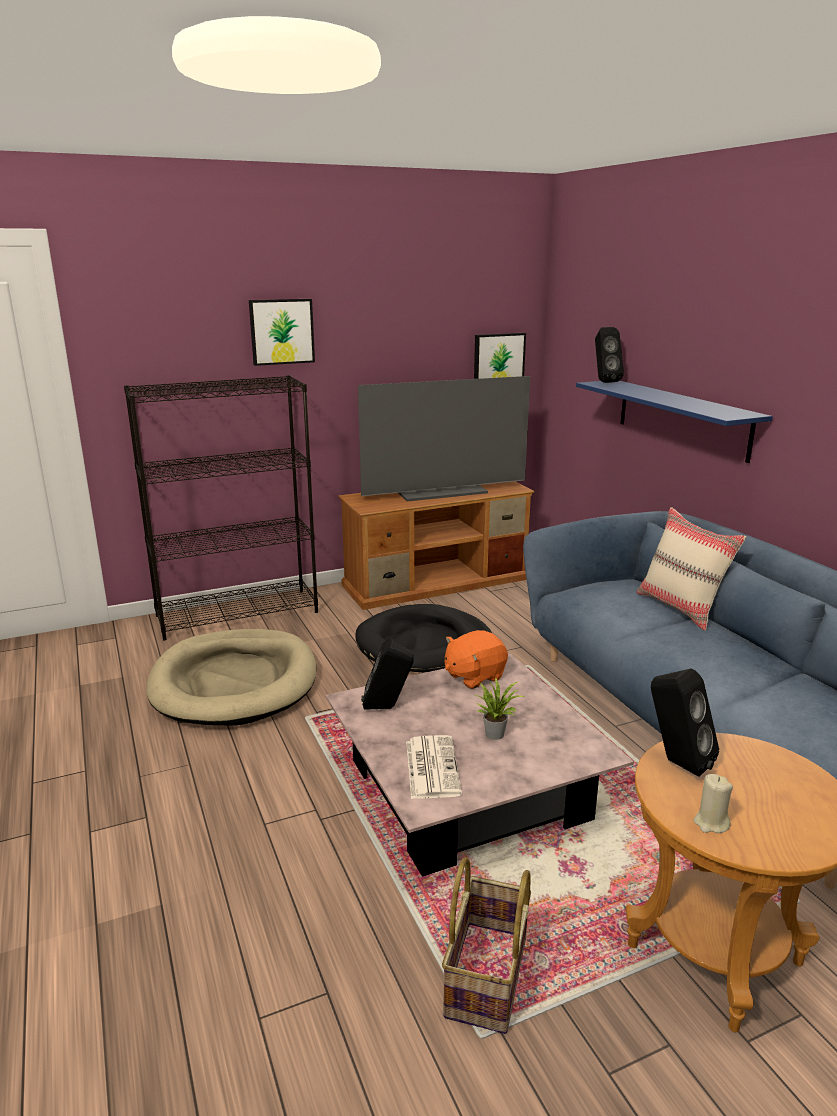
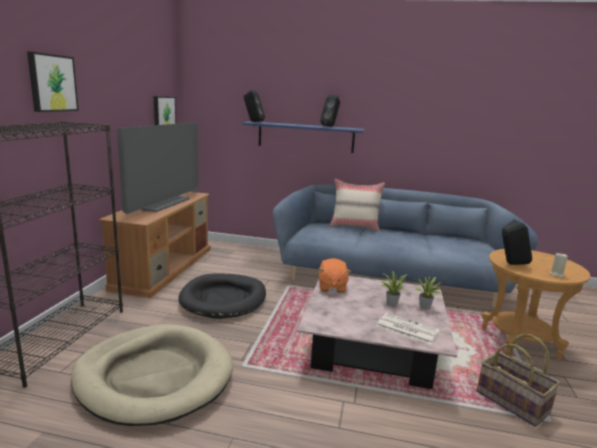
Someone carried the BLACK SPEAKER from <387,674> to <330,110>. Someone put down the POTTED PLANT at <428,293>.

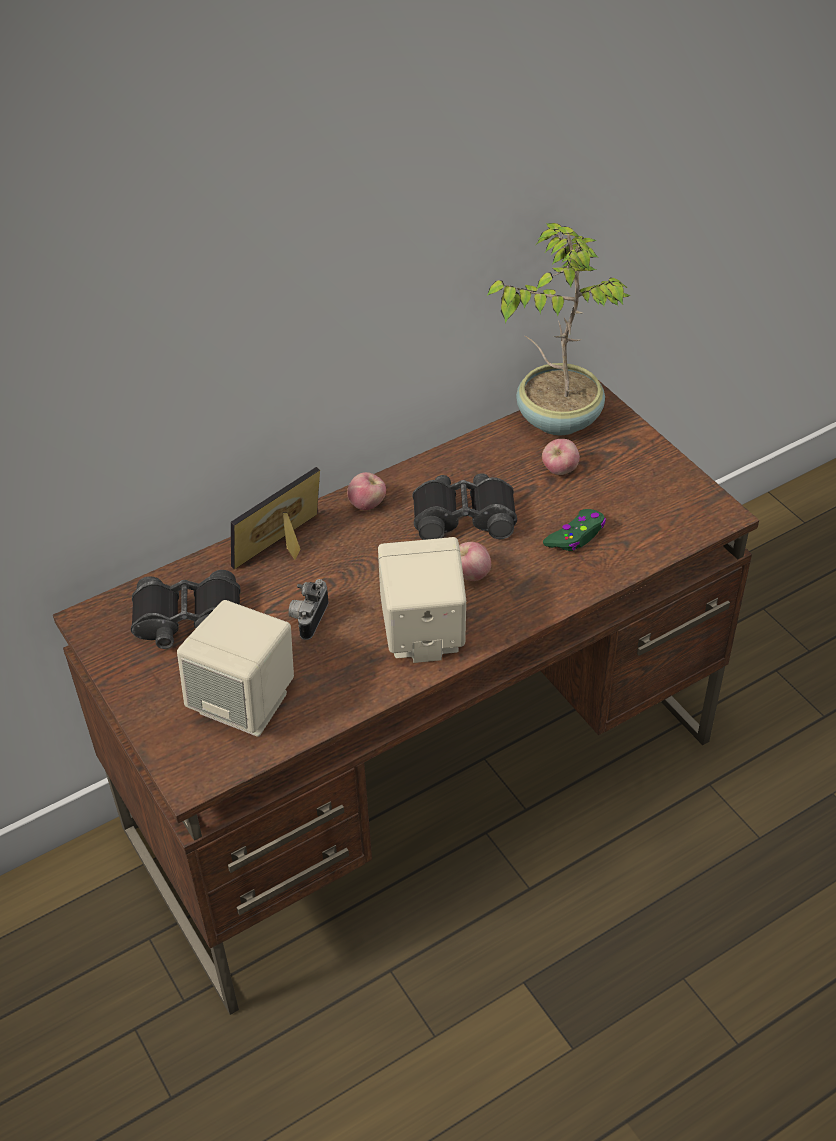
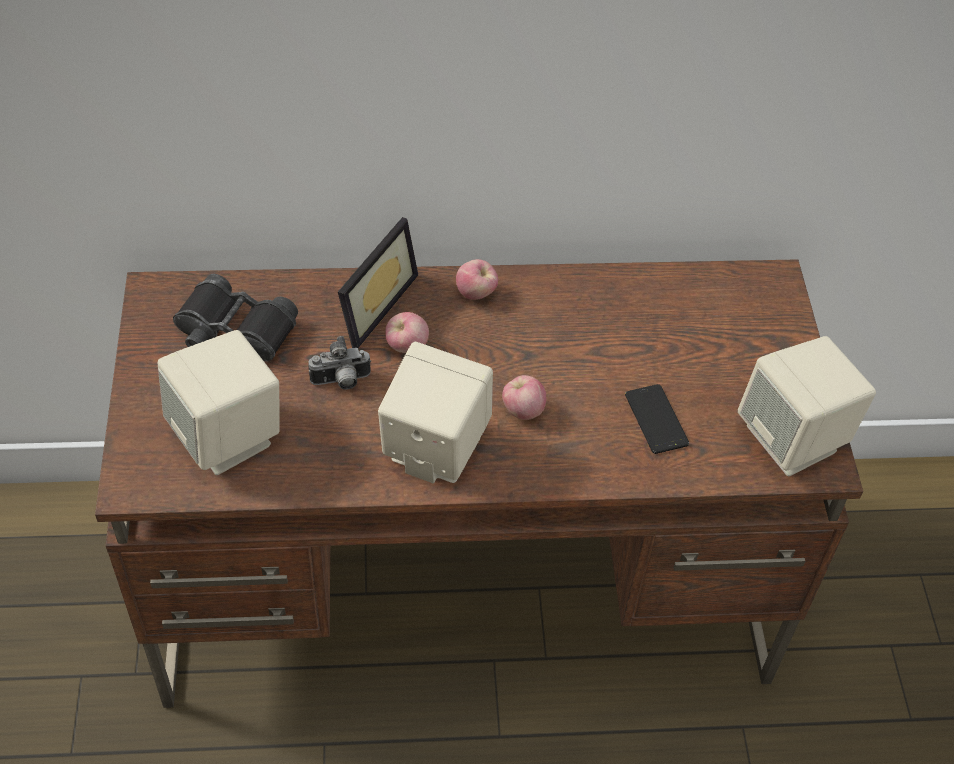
Someone rotated the PICTURE FRAME at <275,518> by 135 degrees clockwise. Someone rotated the PHOTO CAMERA at <308,609> by 150 degrees counterclockwise. Someone took away the BLACK BINOCULARS at <464,506>. Someone took away the POTTED PLANT at <558,329>. Someone carried the APPLE from <561,457> to <407,332>. Someone swapped the GREEN GAME CONTROLLER at <574,530> for the PHONE at <657,419>. Someone put down the BEIGE SPEAKER at <807,406>.

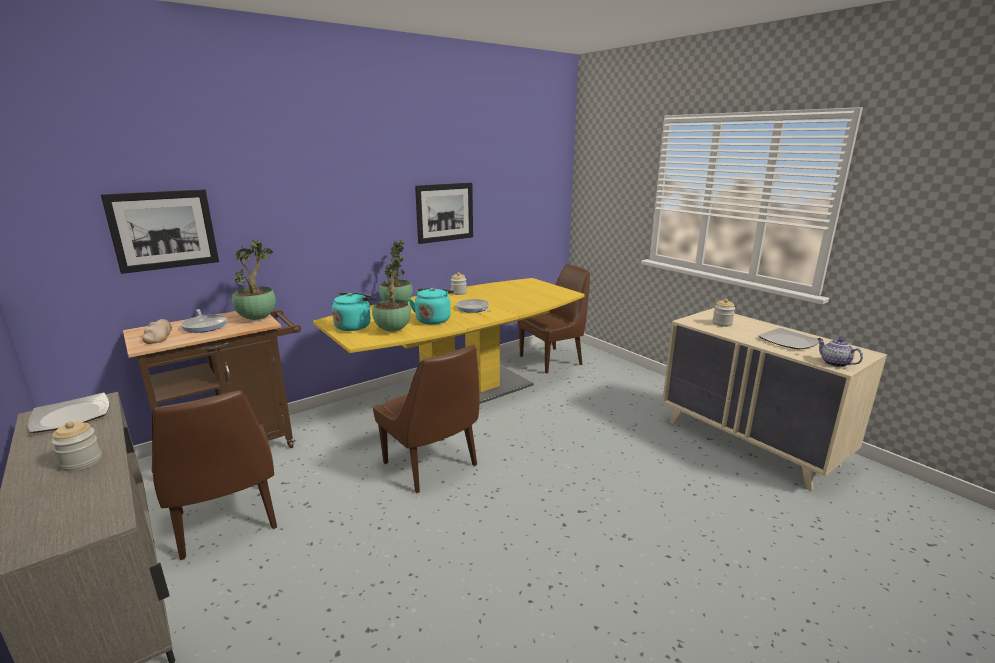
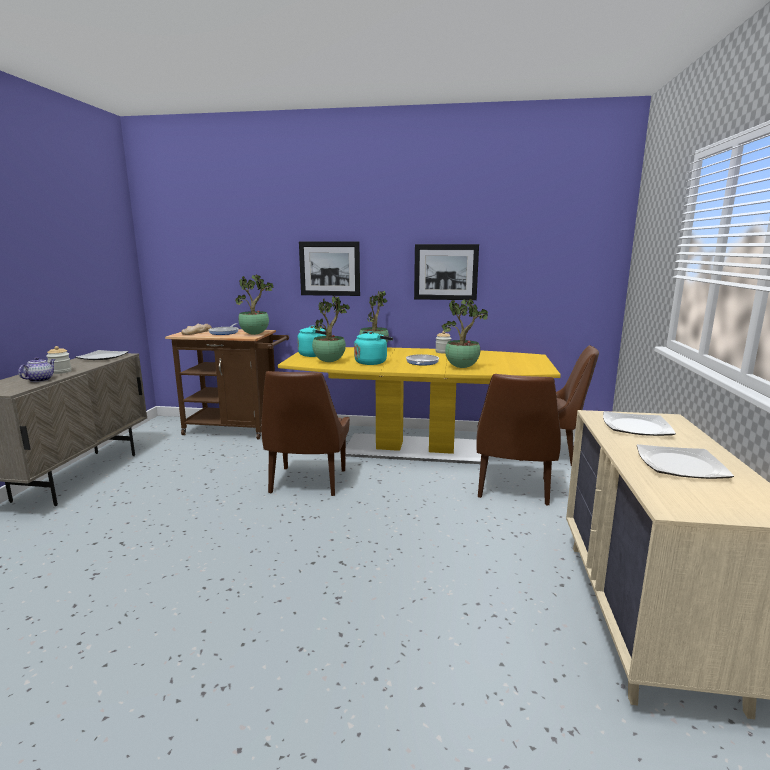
Someone carried the PICTURE from <160,231> to <329,269>. Someone carried the BROWN CHAIR from <214,475> to <519,440>. Someone swapped the JAR at <723,313> for the PLATE at <639,423>. Someone carried the TEAPOT from <840,352> to <36,369>. Someone put down the POTTED PLANT at <464,333>.

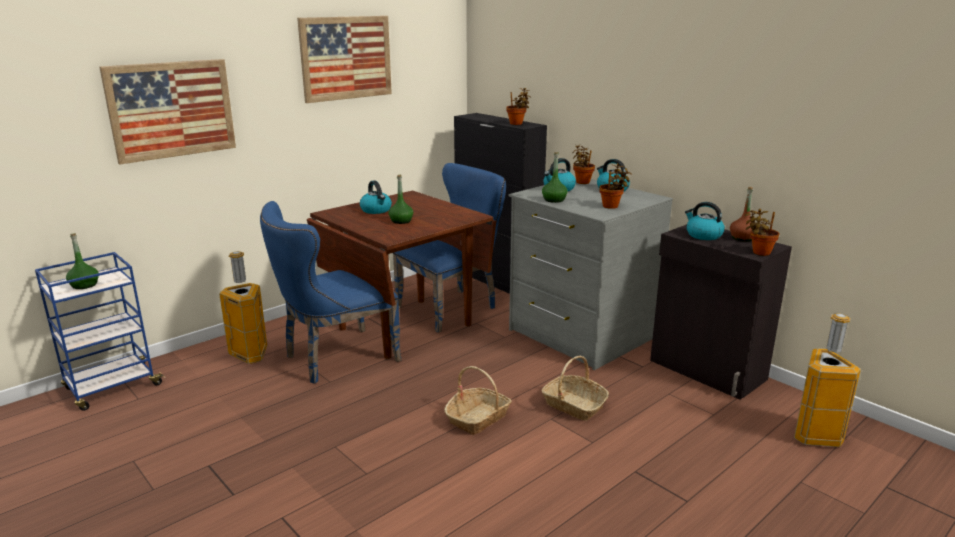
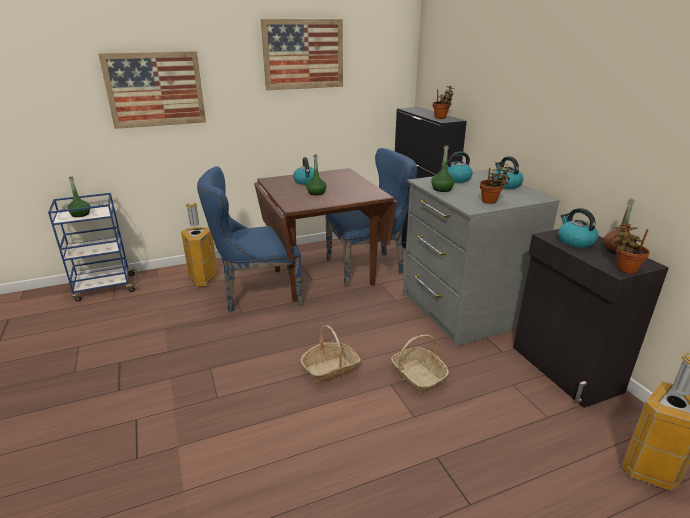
Someone took away the POTTED PLANT at <584,164>.

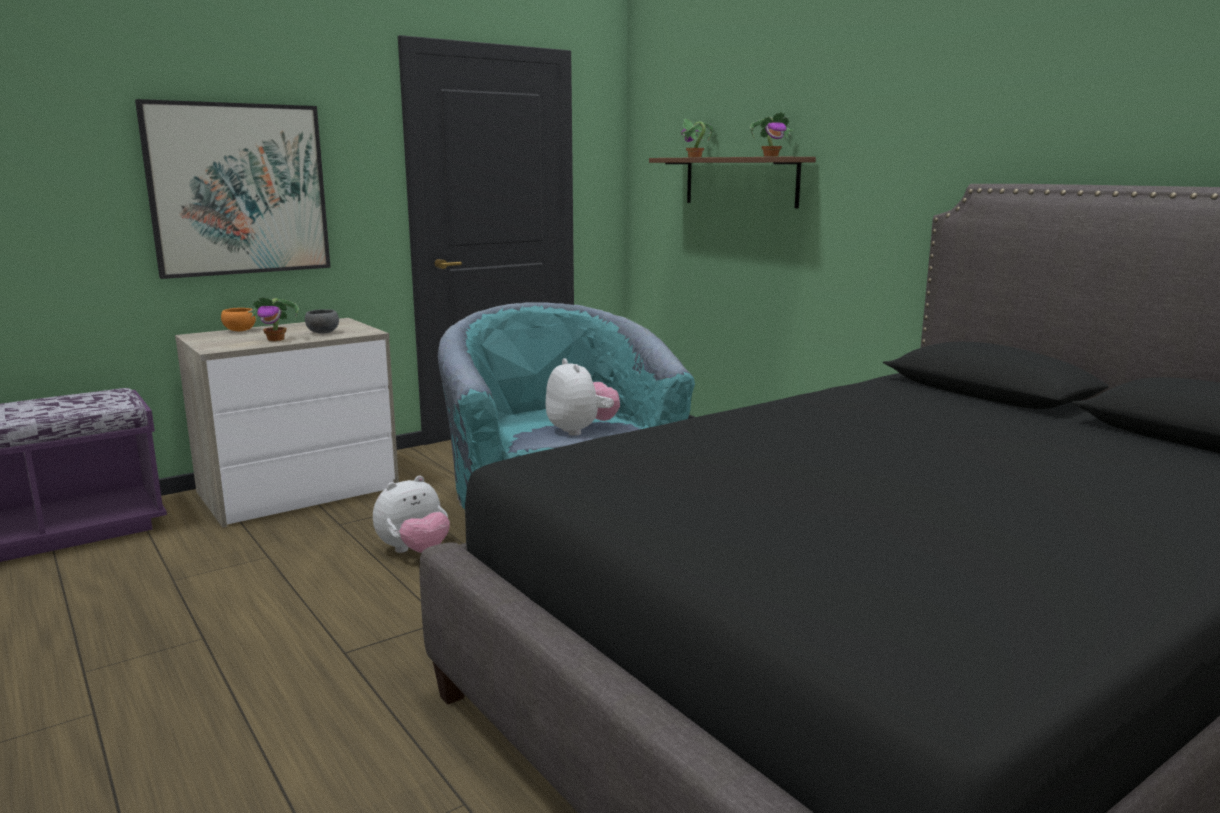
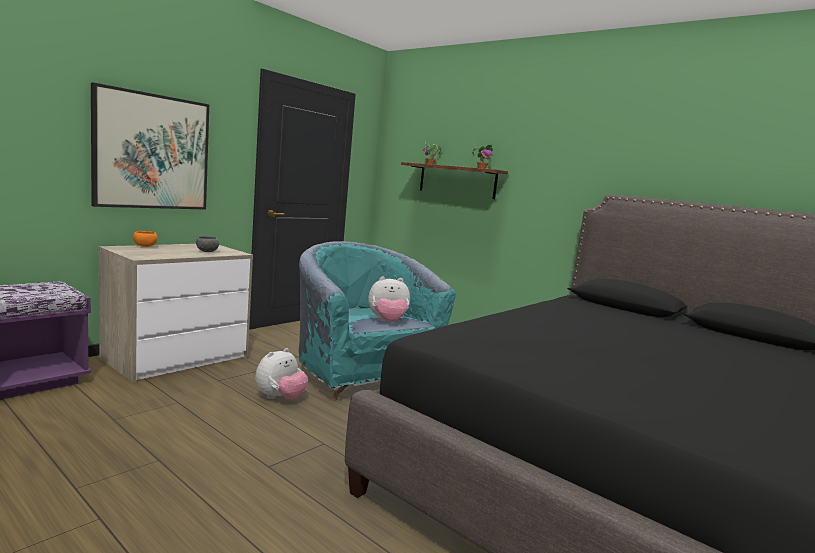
Someone took away the POTTED PLANT at <273,319>. Someone rotated the PLUSH TOY at <583,397> by 120 degrees clockwise.

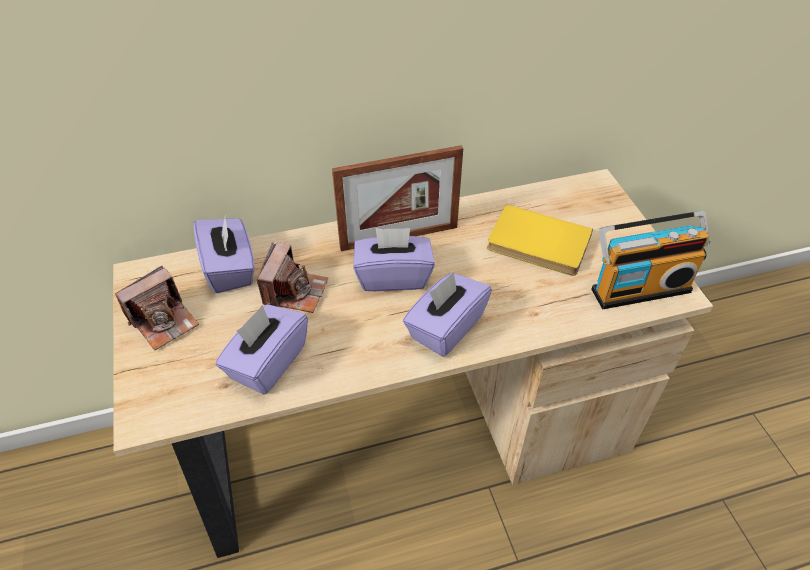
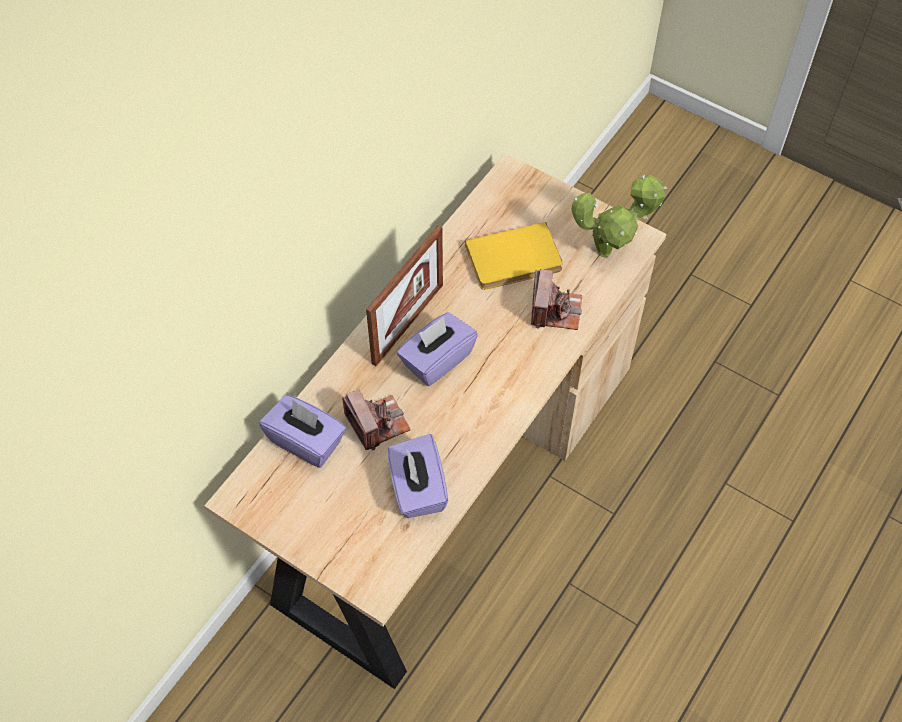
Someone carried the PHOTO CAMERA from <157,308> to <556,299>. Someone took away the PURPLE TISSUE BOX at <447,314>. Someone swapped the RADIO at <650,260> for the POTTED PLANT at <619,216>.

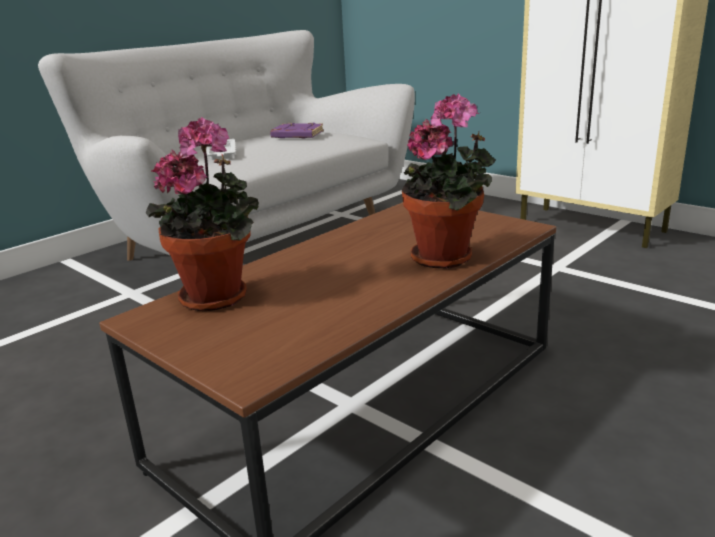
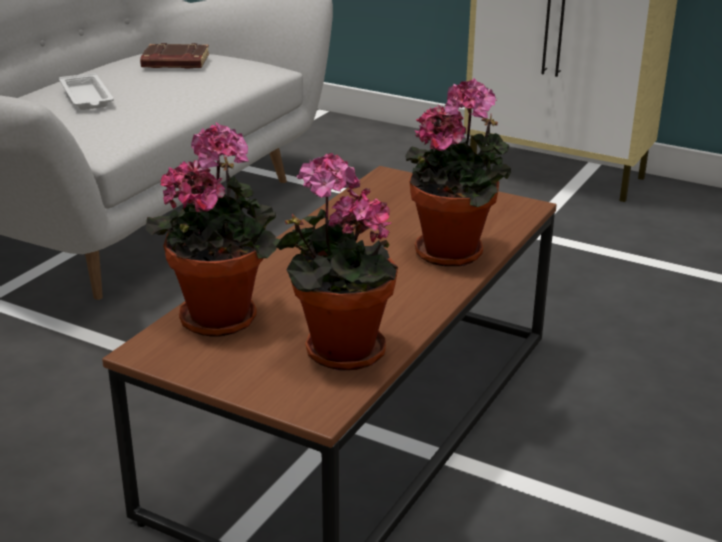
Someone repainted the PURPLE BOOK at <297,130>, which became the BROWN BOOK at <174,56>. Someone put down the POTTED PLANT at <335,262>.

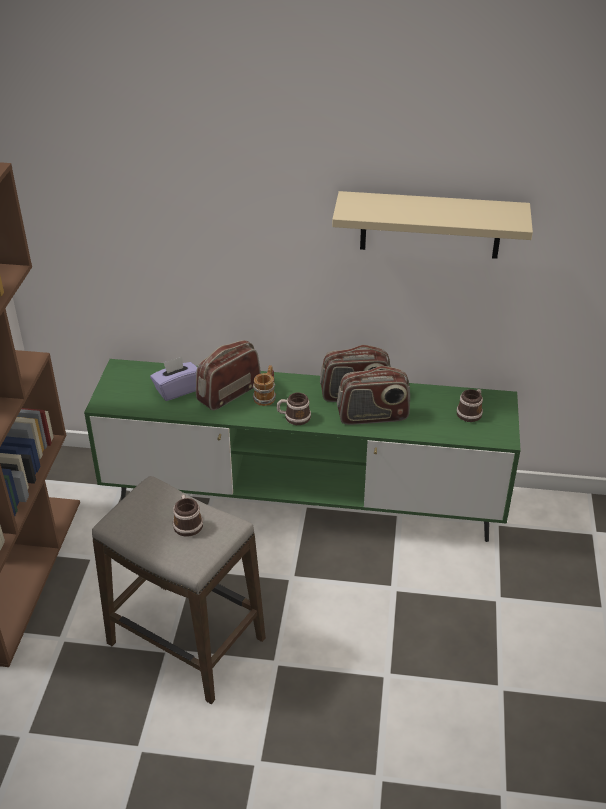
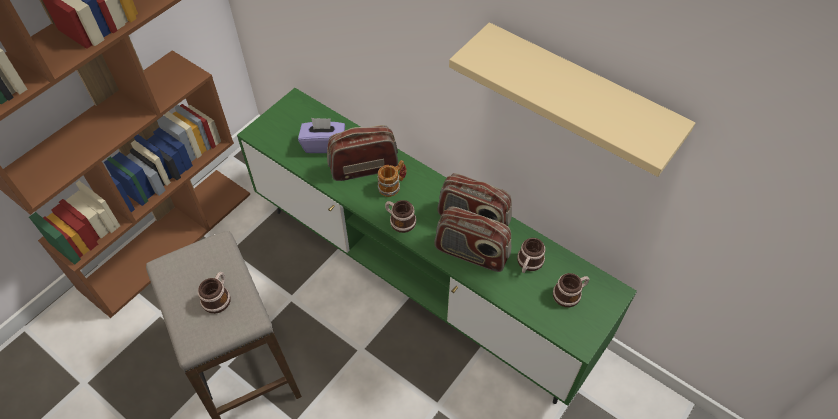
Someone put down the MUG at <531,255>.

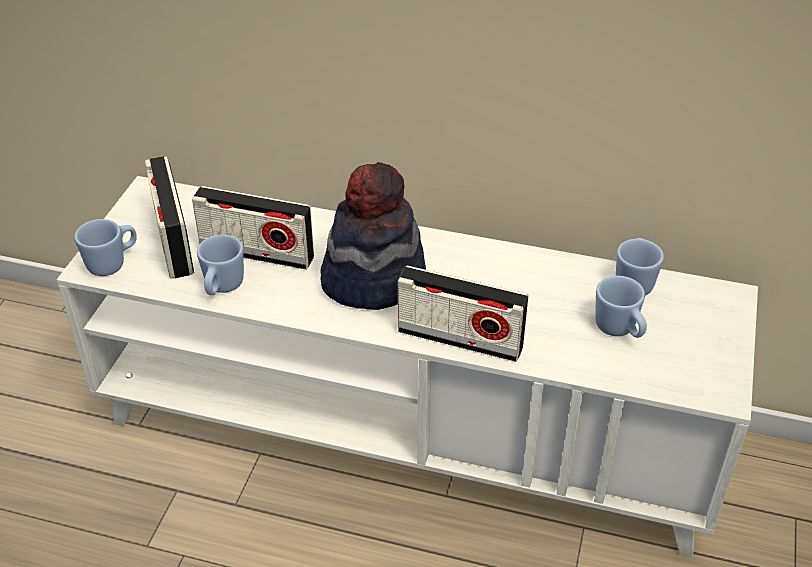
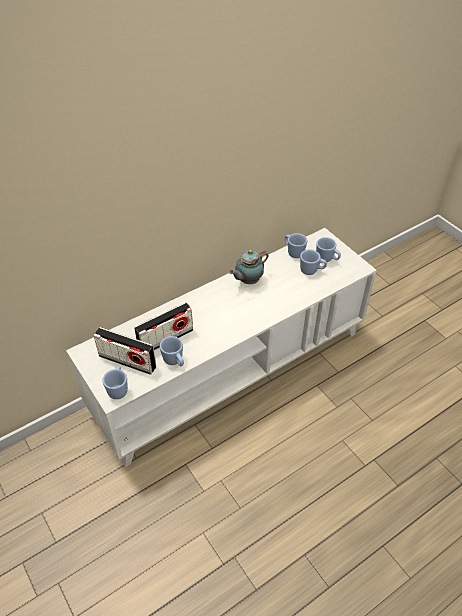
Someone took away the HAT at <373,236>. Someone took away the RADIO at <463,313>. Someone put down the TEAPOT at <249,267>. Someone put down the BLUE MUG at <328,249>.

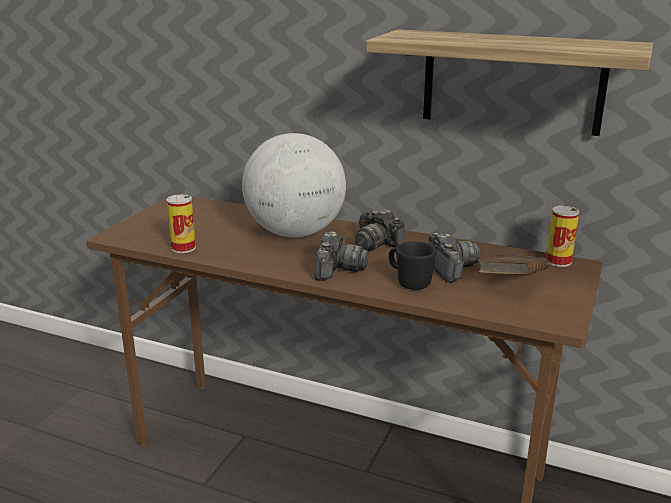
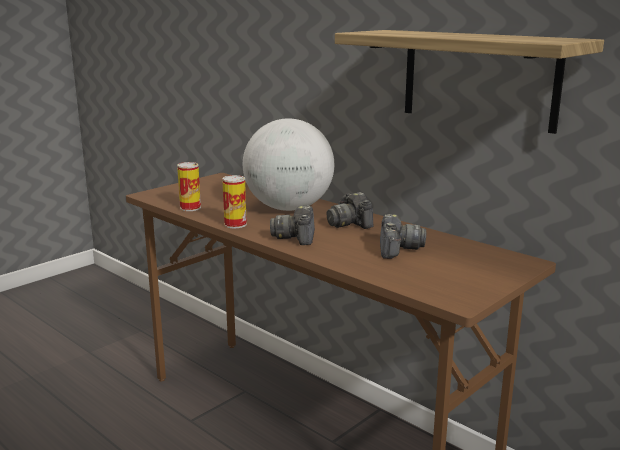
Someone rotated the PHOTO CAMERA at <341,256> by 150 degrees clockwise. Someone took away the BLACK MUG at <412,266>. Someone took away the BROWN BOOK at <513,264>. Someone carried the CAN from <562,236> to <234,202>.

